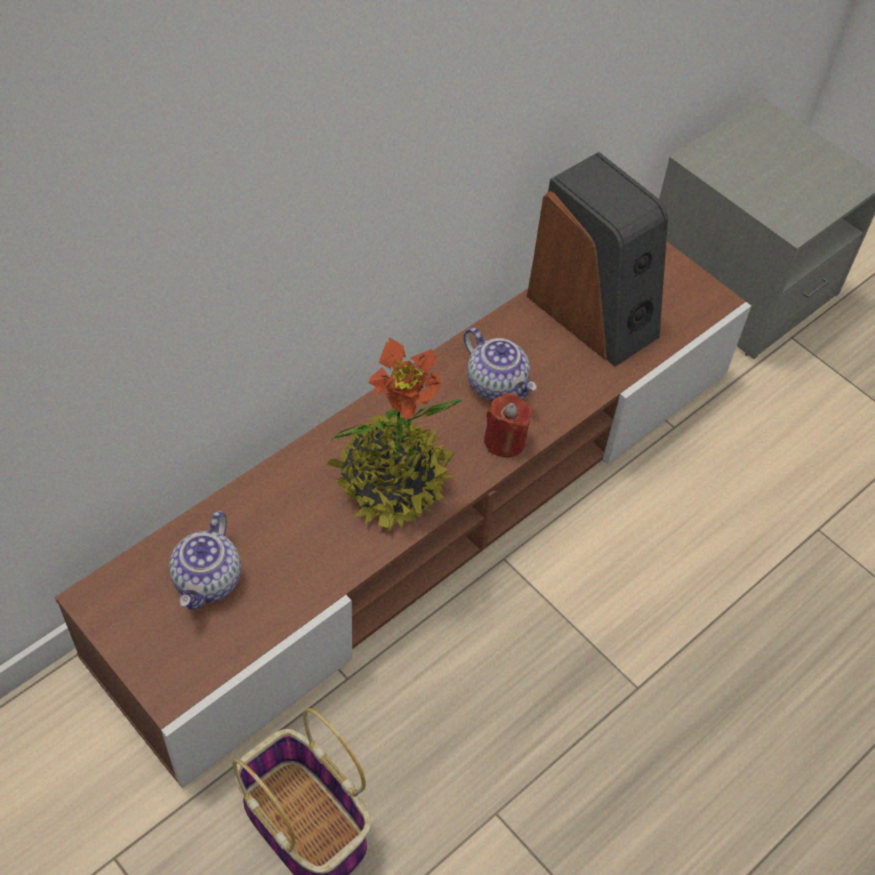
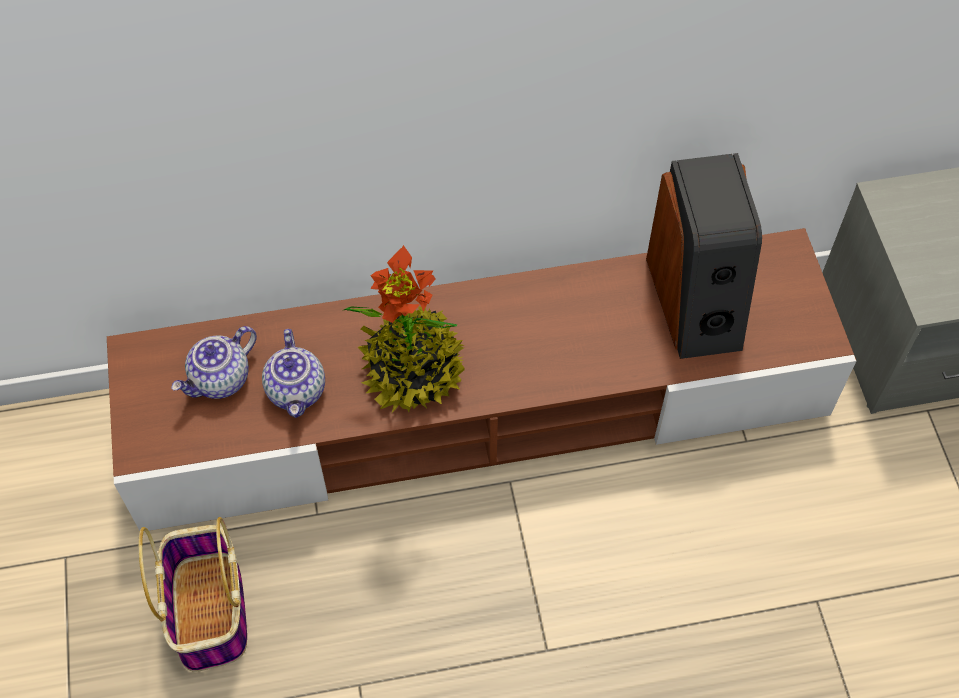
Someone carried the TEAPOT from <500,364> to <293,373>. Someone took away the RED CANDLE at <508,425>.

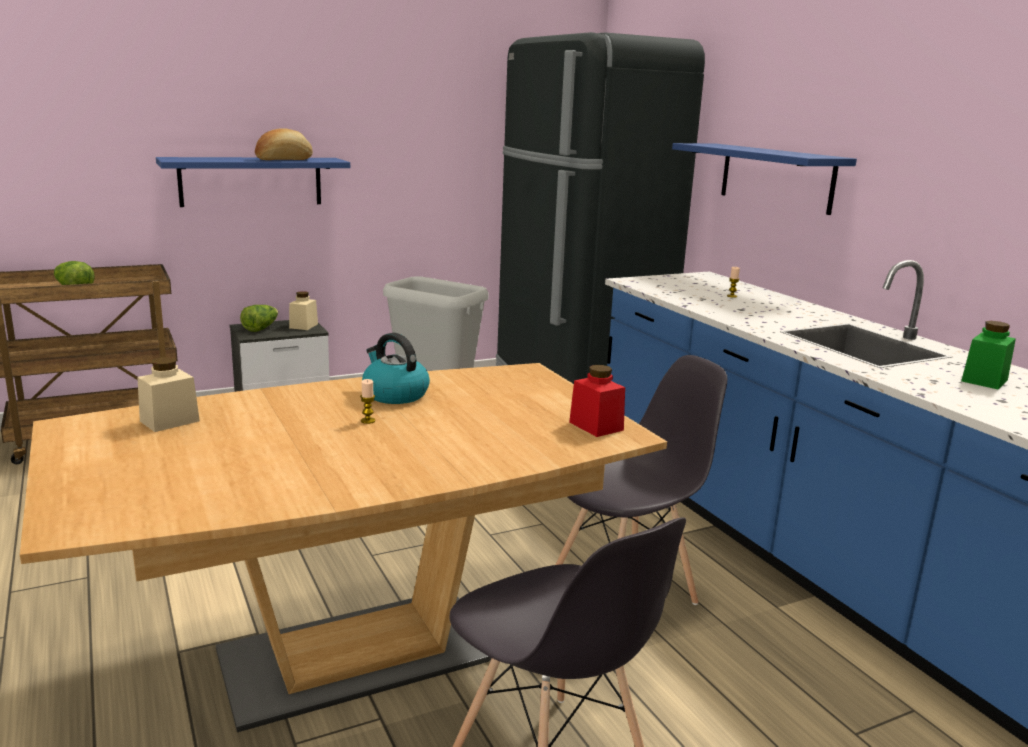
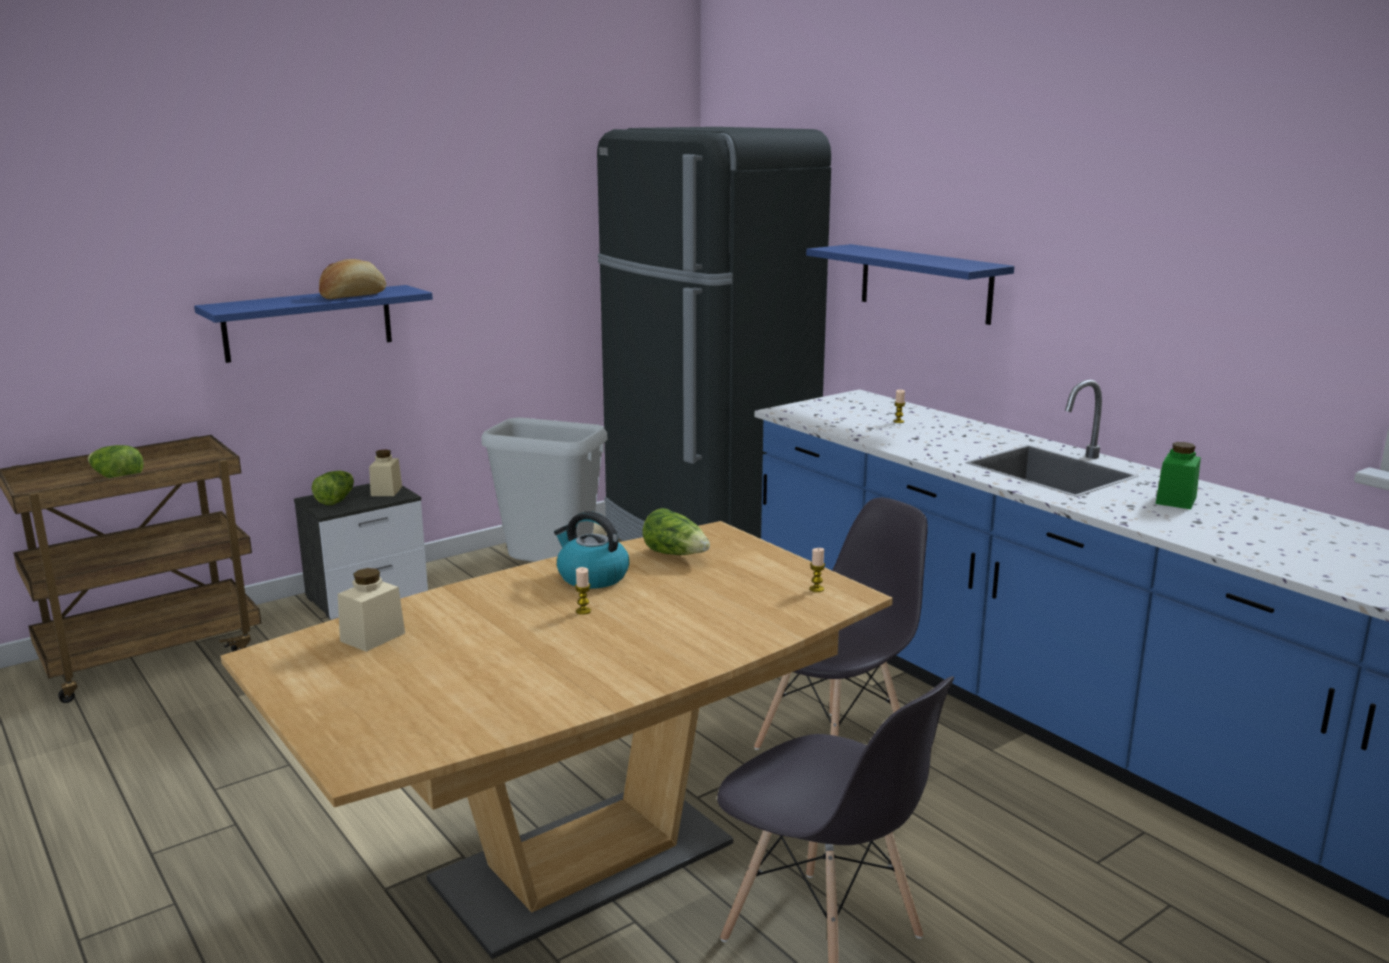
Someone swapped the RED JAR at <597,401> for the CANDLE at <817,570>. Someone put down the LETTUCE at <676,531>.

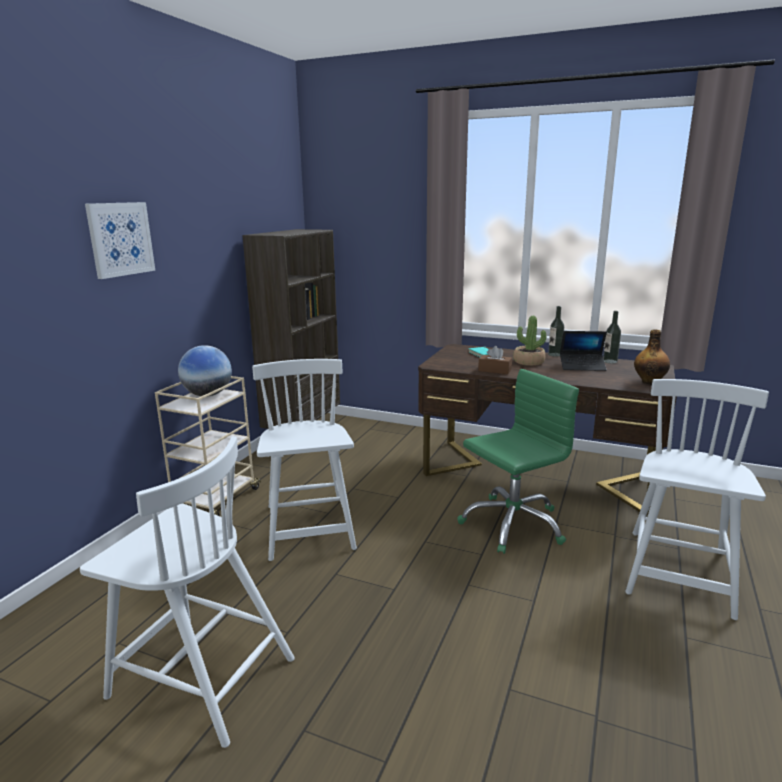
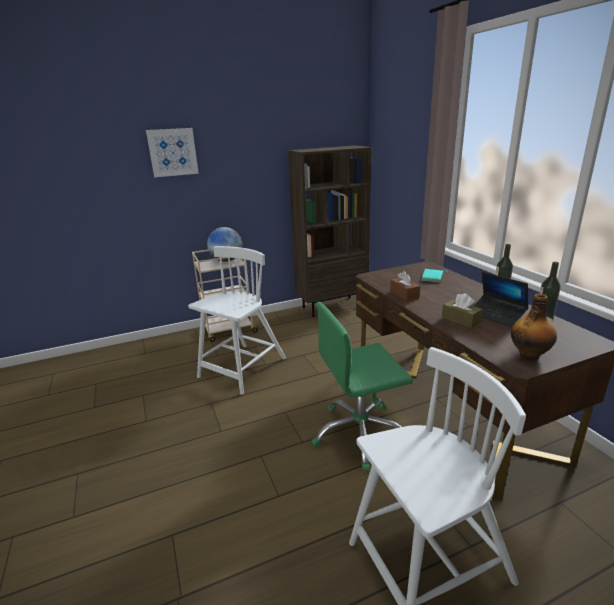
Someone took away the WHITE CHAIR at <187,592>. Someone rotated the GREEN OFFICE CHAIR at <518,461> by 150 degrees clockwise. Someone took away the POTTED PLANT at <529,341>. Someone put down the BROWN TISSUE BOX at <462,310>.

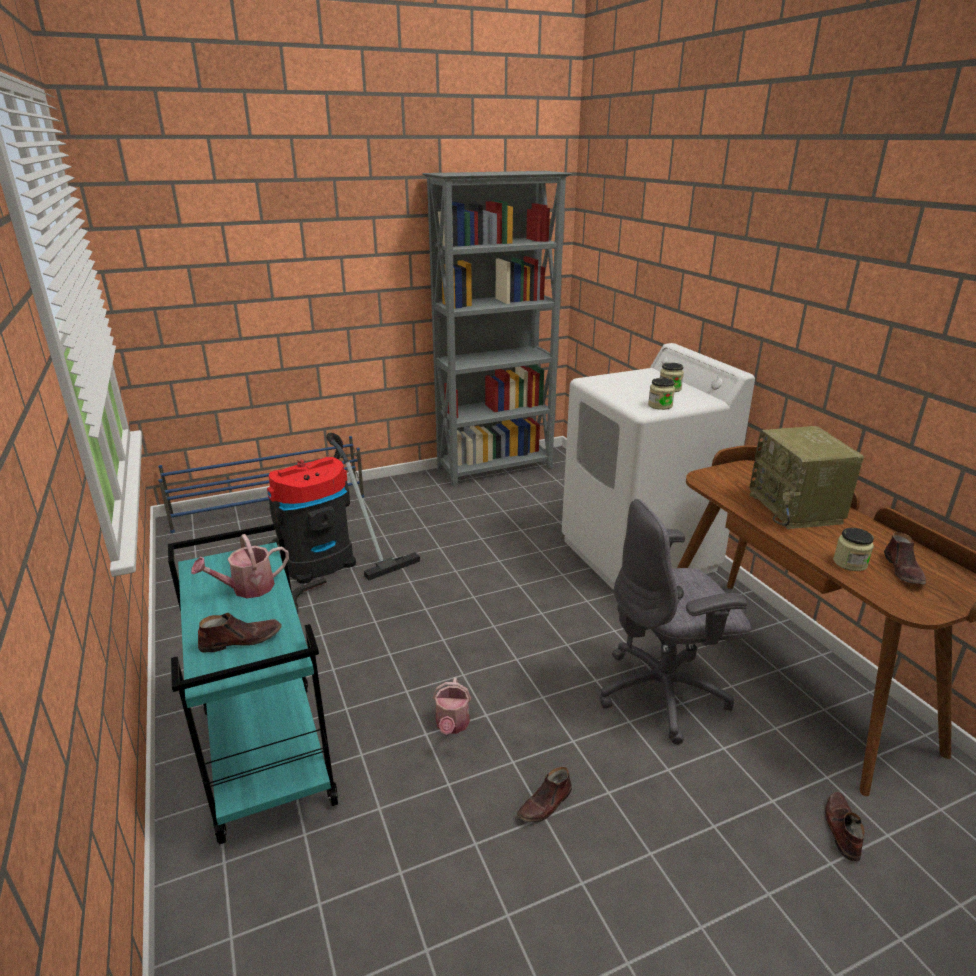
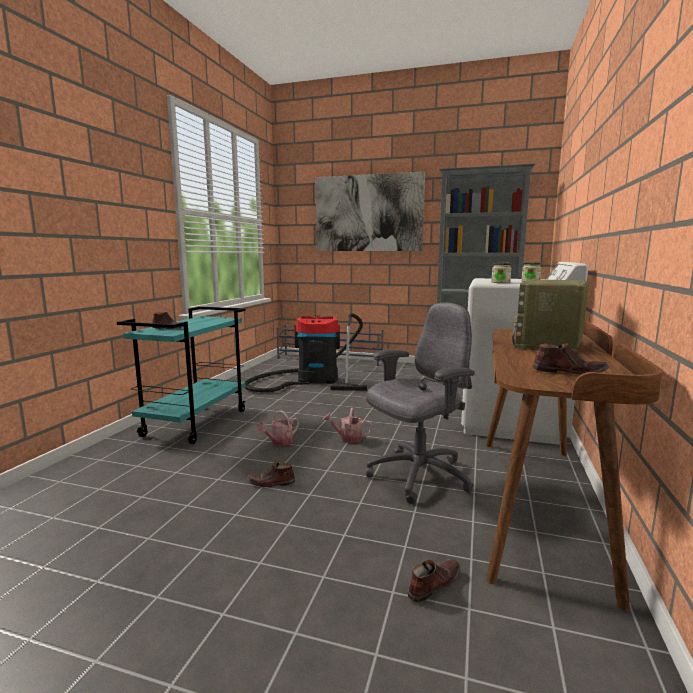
Someone carried the WATERING CAN from <240,566> to <348,425>. Someone rotated the GREY OFFICE CHAIR at <675,622> by 120 degrees clockwise. Someone took away the JAR at <853,549>. Someone rotated the BROWN SHOE at <905,558> by 120 degrees counterclockwise. Someone put up the PICTURE at <370,211>.

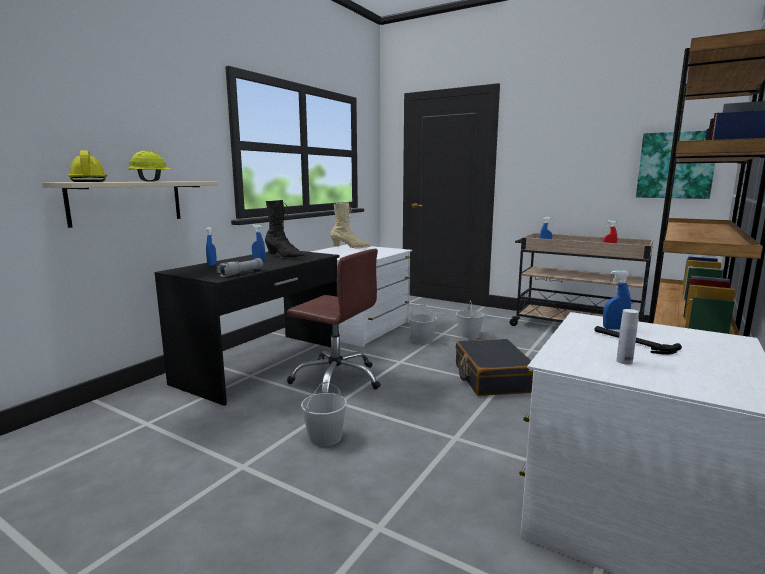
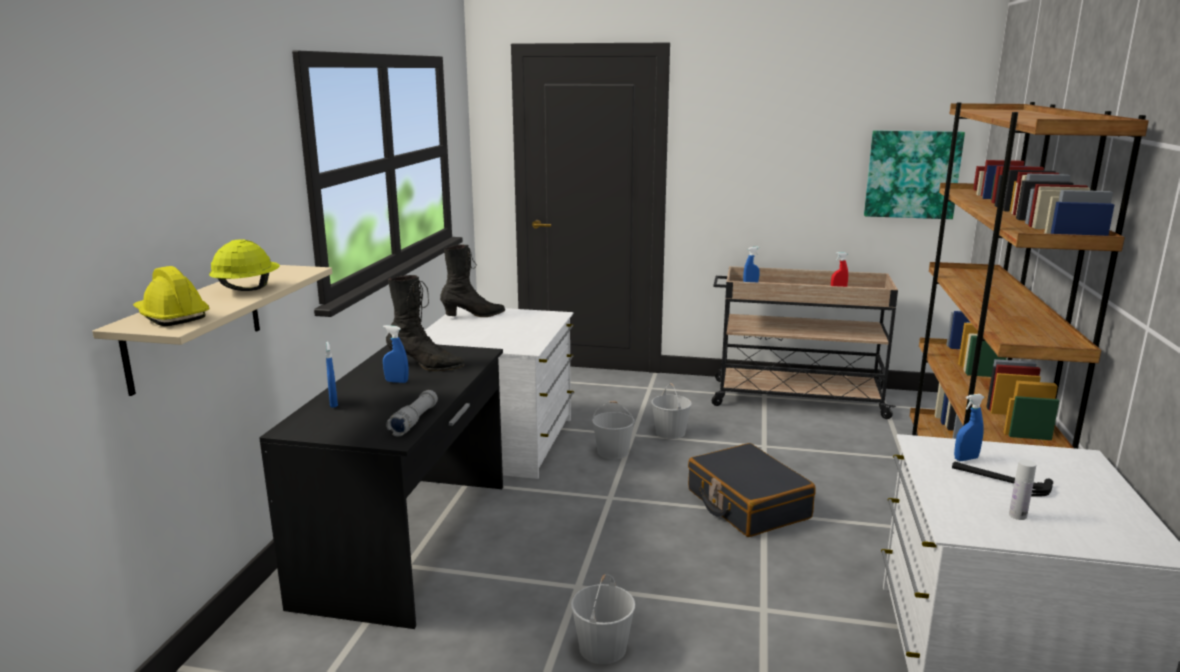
Someone took away the BROWN OFFICE CHAIR at <334,321>. Someone repainted the BEIGE BOOT at <350,225>, which became the BLACK BOOT at <473,280>.

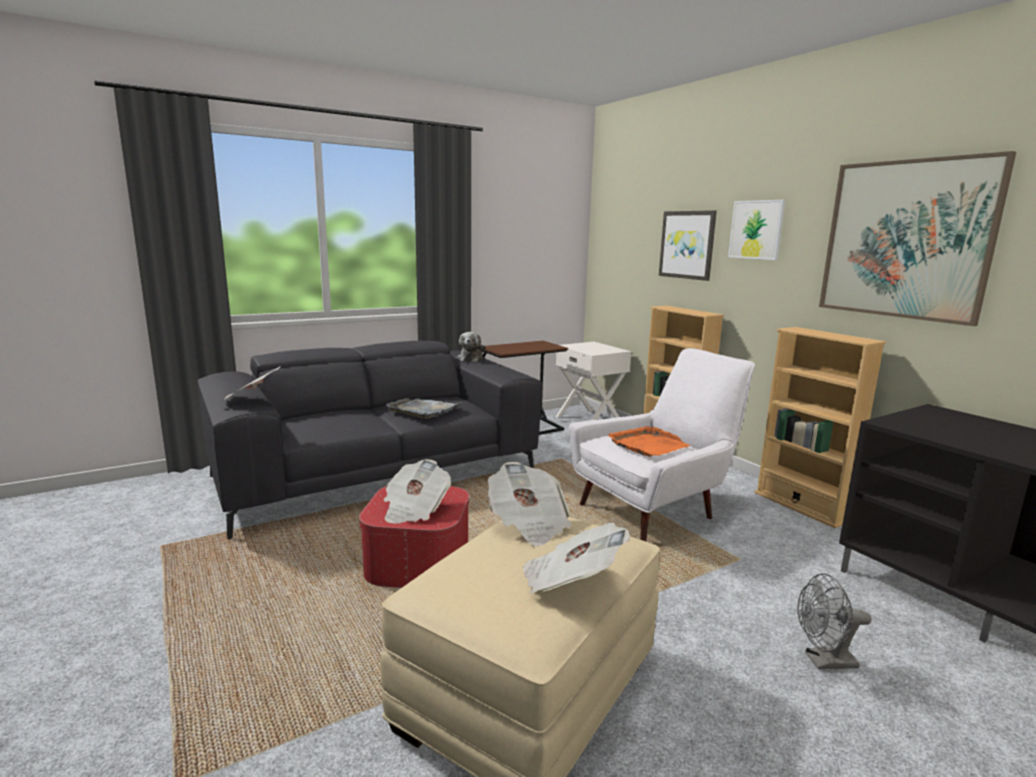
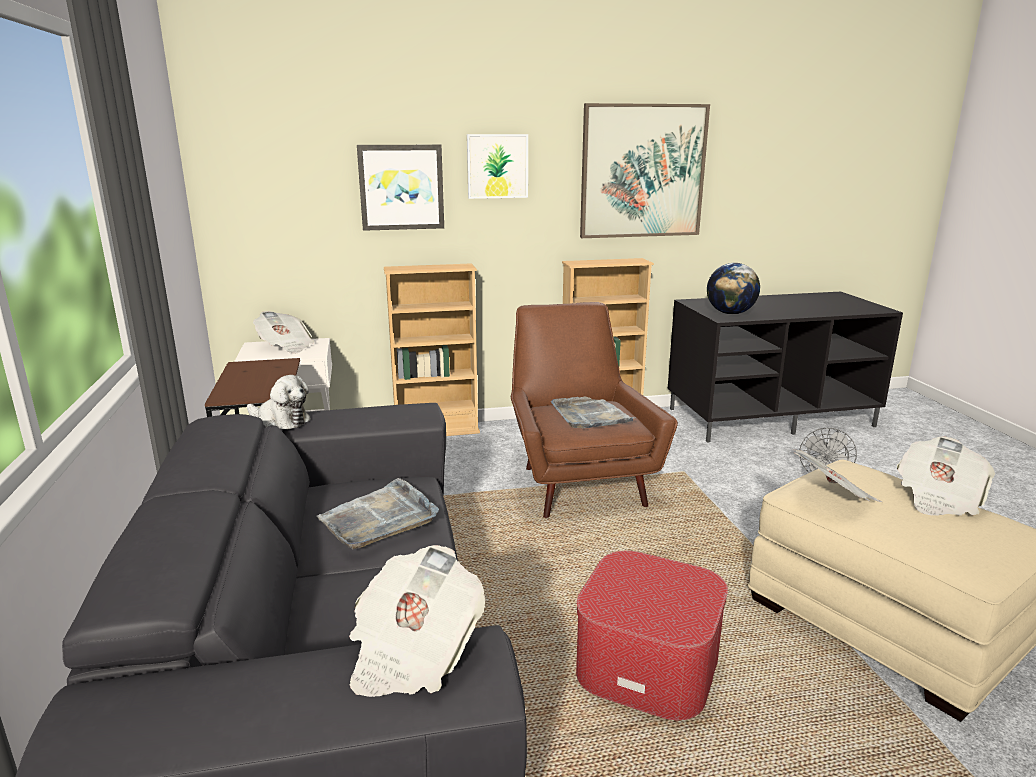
Someone carried the NEWSPAPER from <417,491> to <283,332>. Someone repainted the WHITE ARMCHAIR at <661,444>, which became the BROWN ARMCHAIR at <594,410>. Someone repainted the ORANGE TRAY at <649,441>, which became the GREY TRAY at <593,412>. Someone put down the GLOBE at <733,288>.

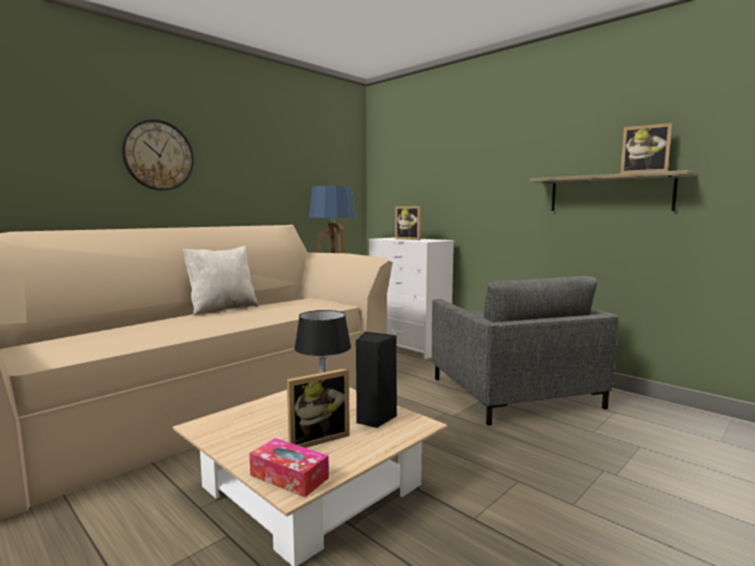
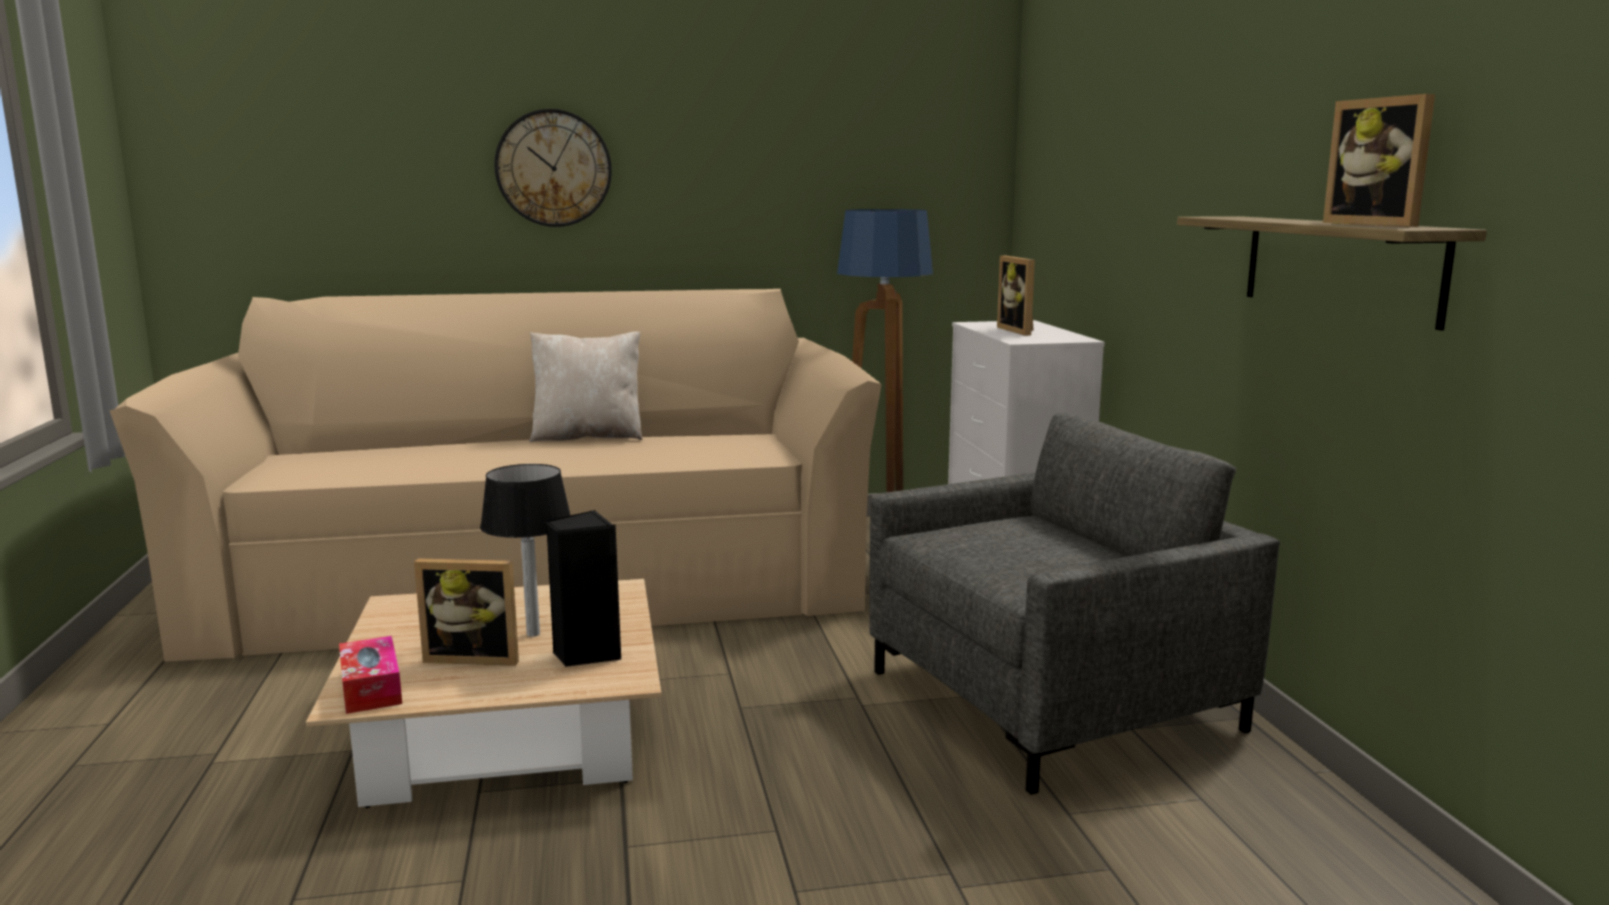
Someone rotated the GREY ARMCHAIR at <525,351> by 135 degrees counterclockwise.

